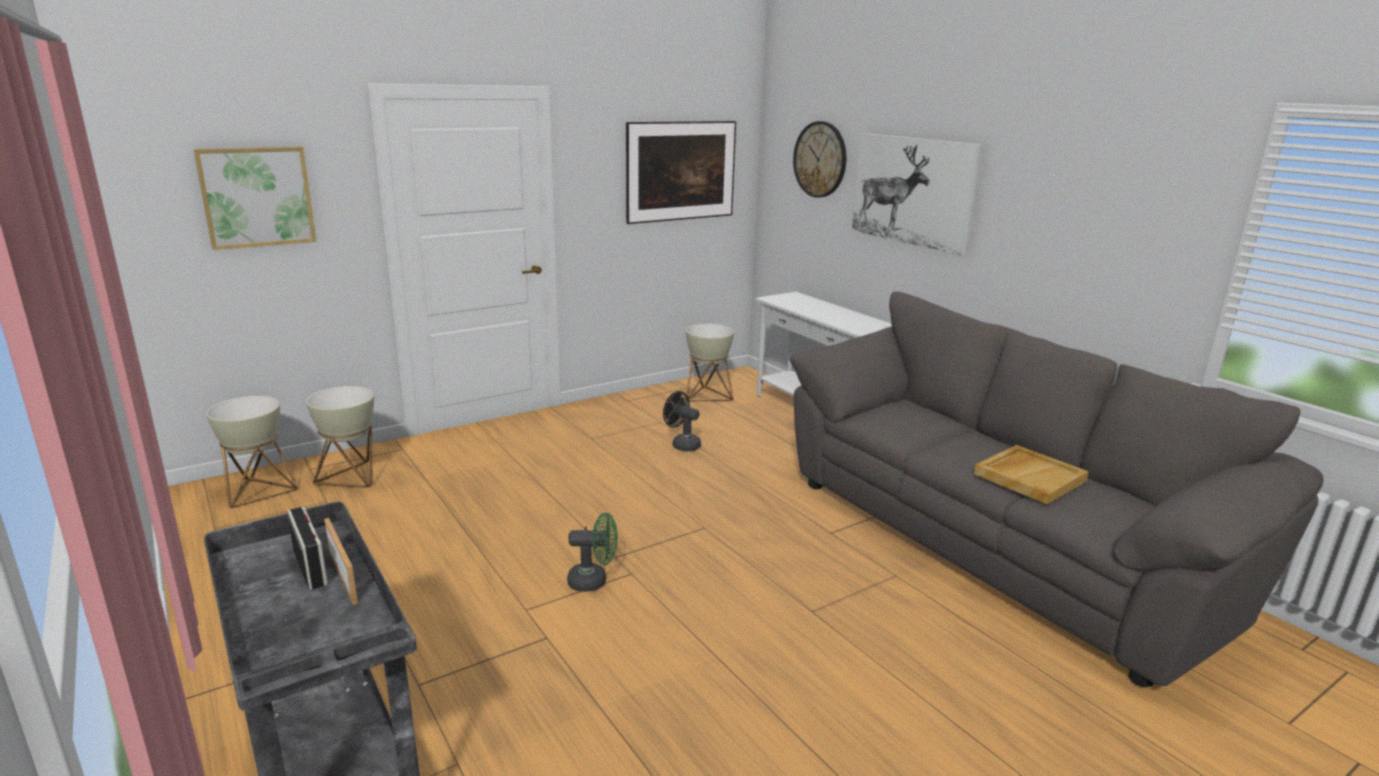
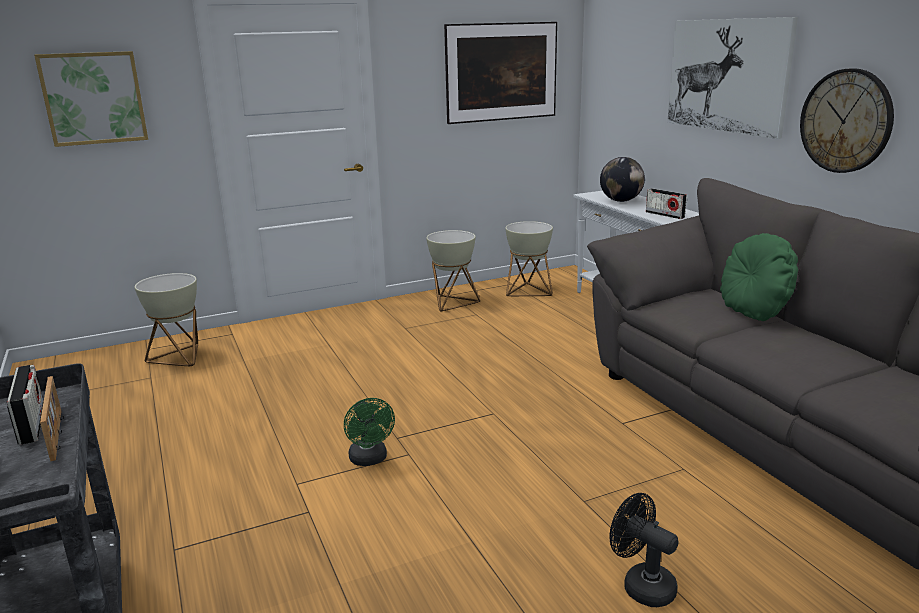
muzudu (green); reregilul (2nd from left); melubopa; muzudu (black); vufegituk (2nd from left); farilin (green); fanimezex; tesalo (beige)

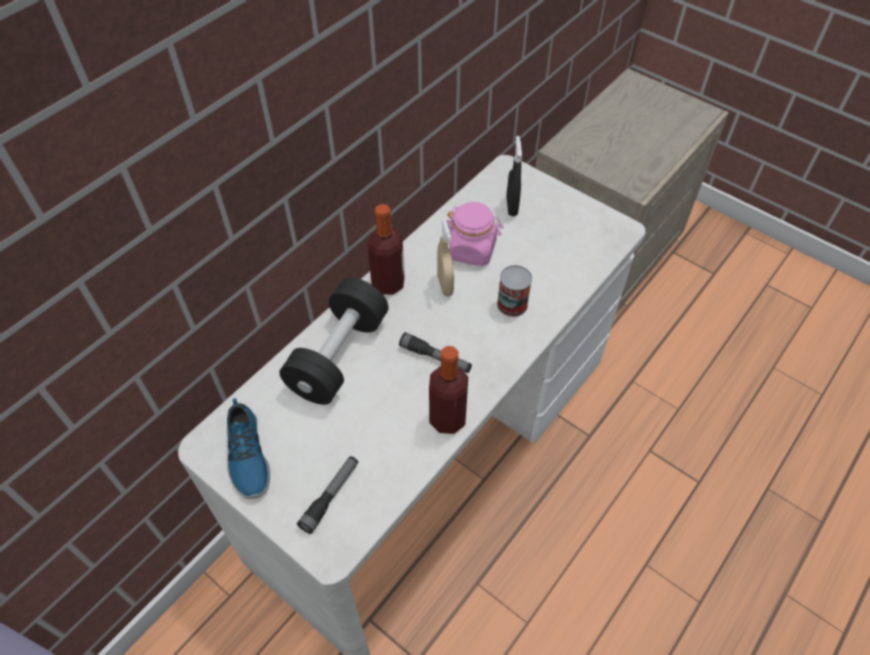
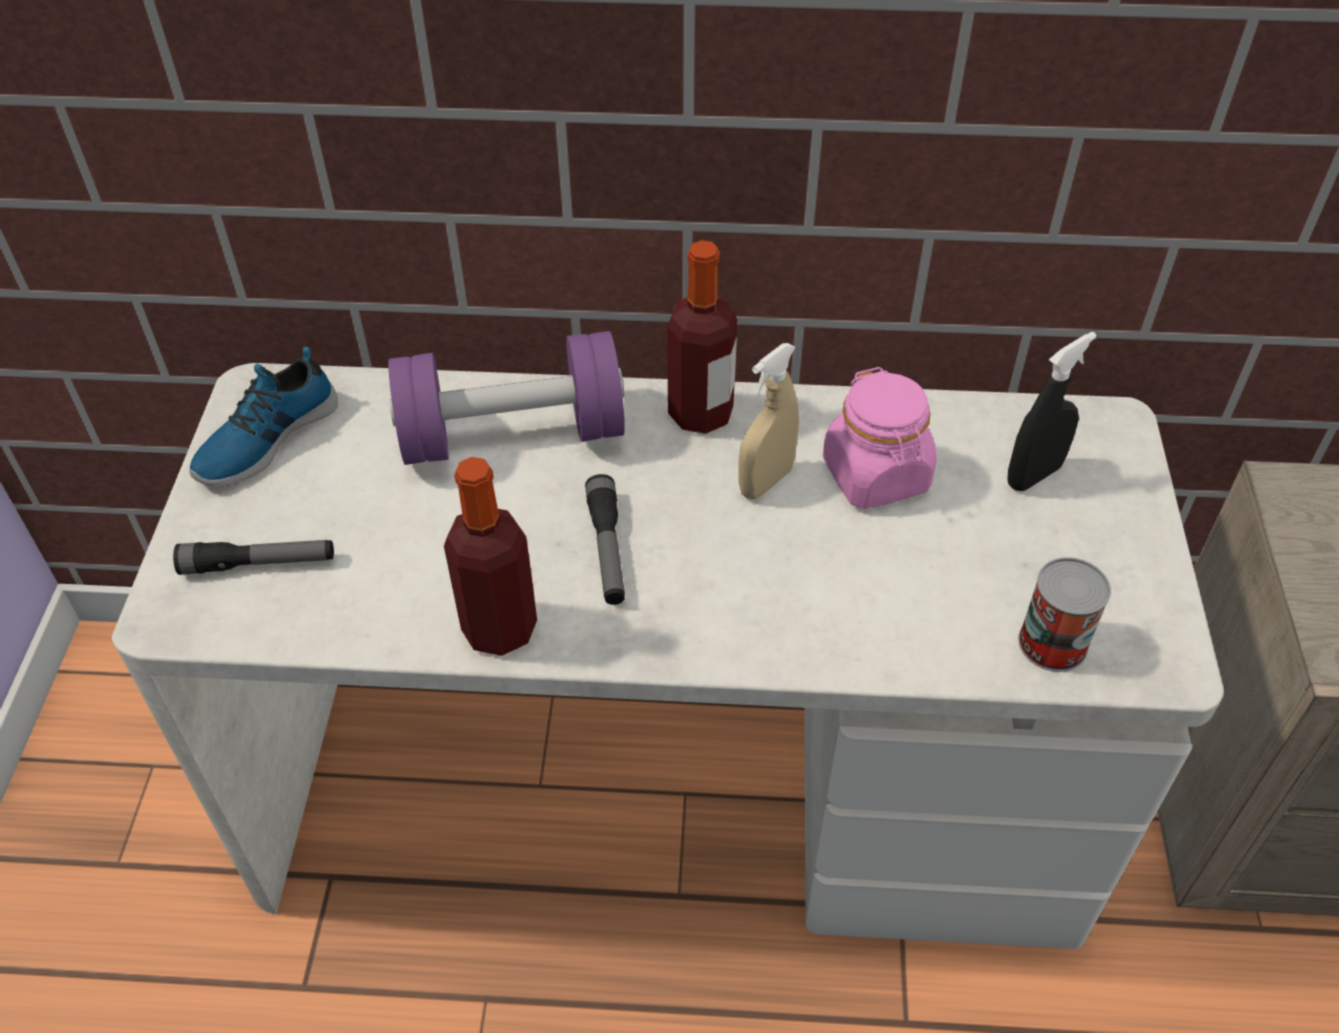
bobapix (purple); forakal

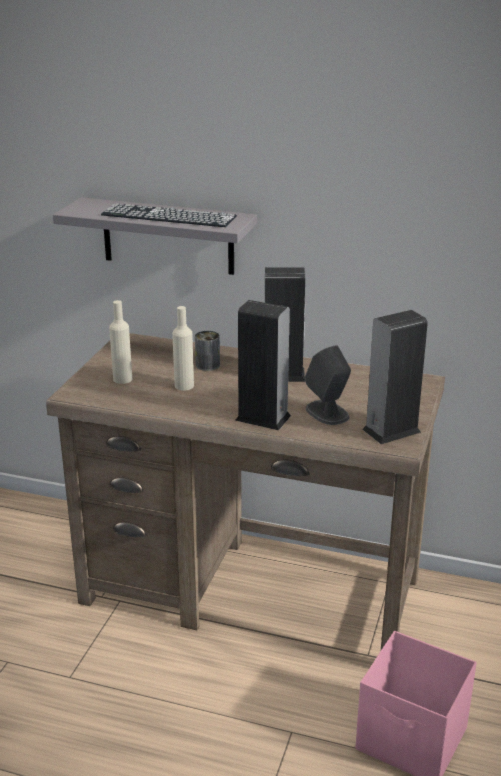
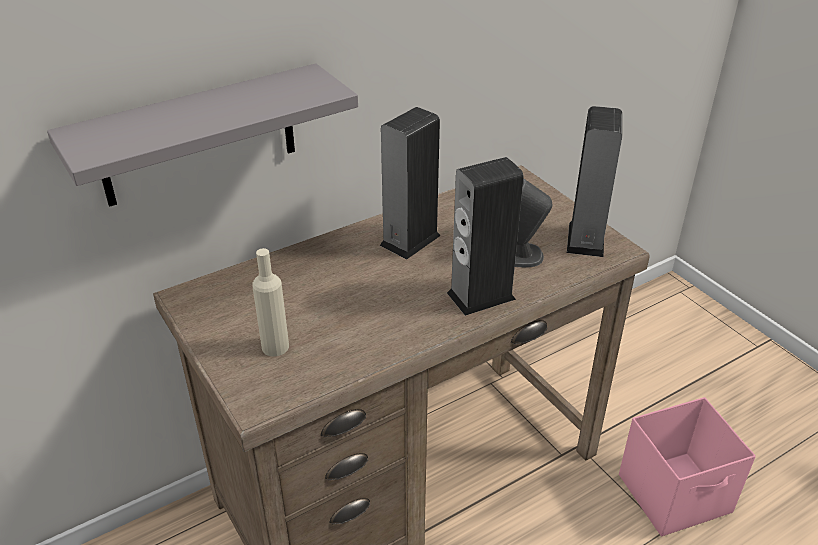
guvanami; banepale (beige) (2nd from left in the first image); forakal

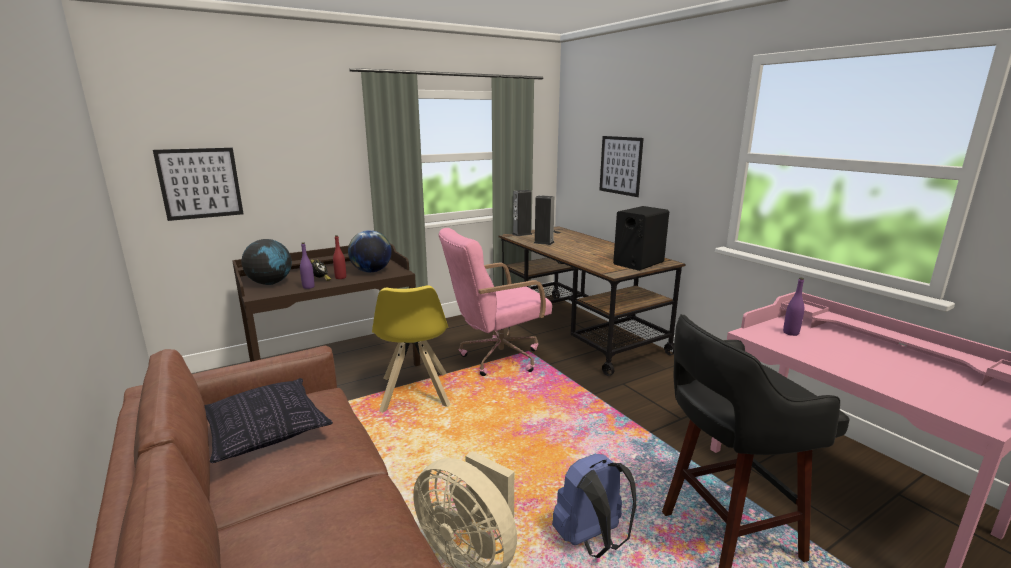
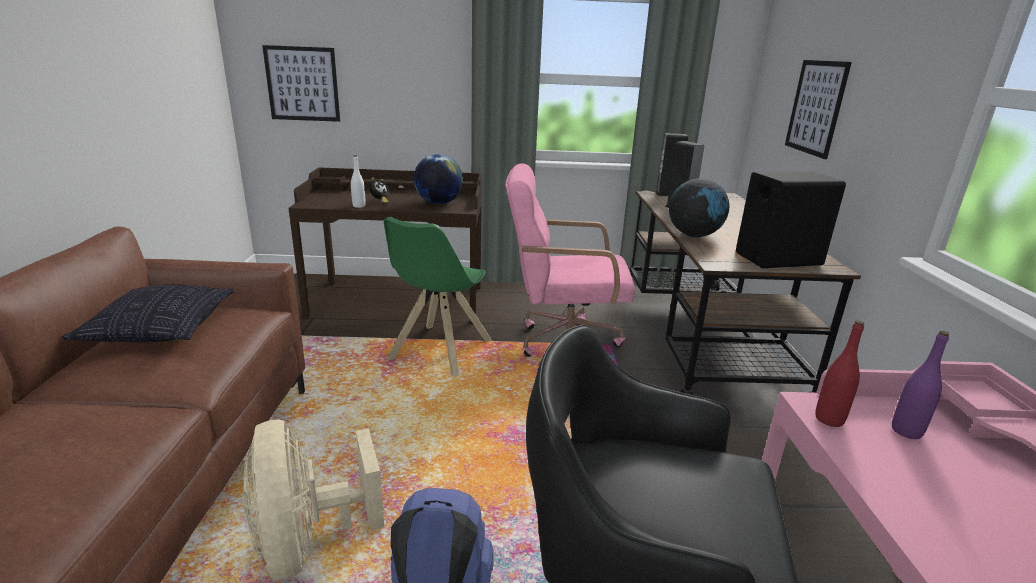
banepale (white); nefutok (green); melubopa (2nd from left); banepale (red)

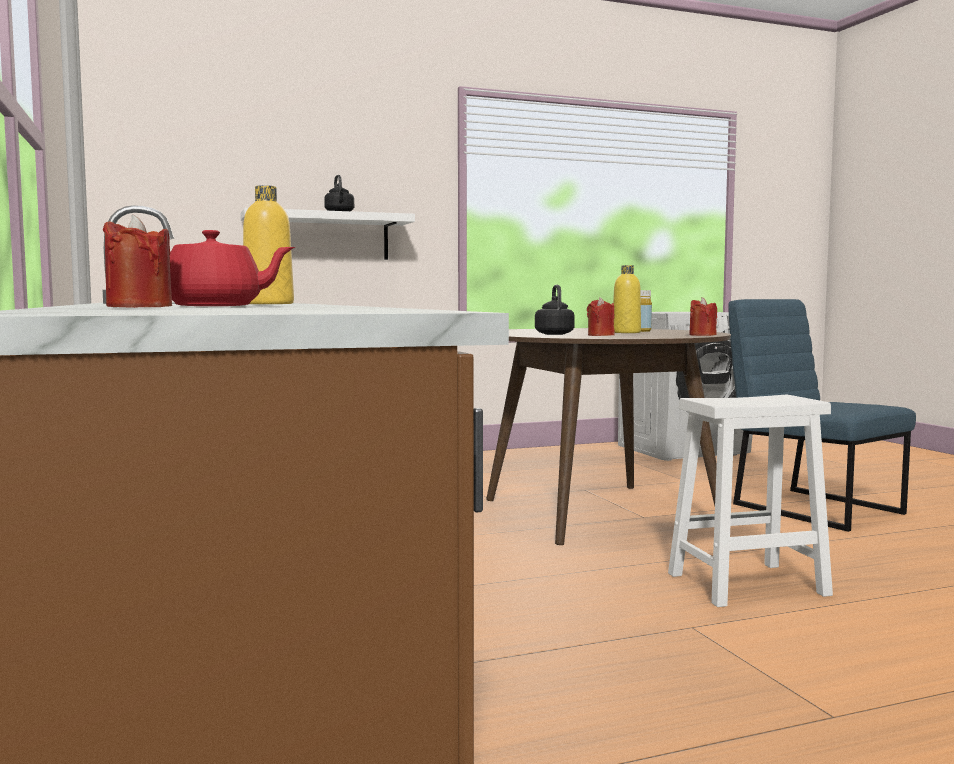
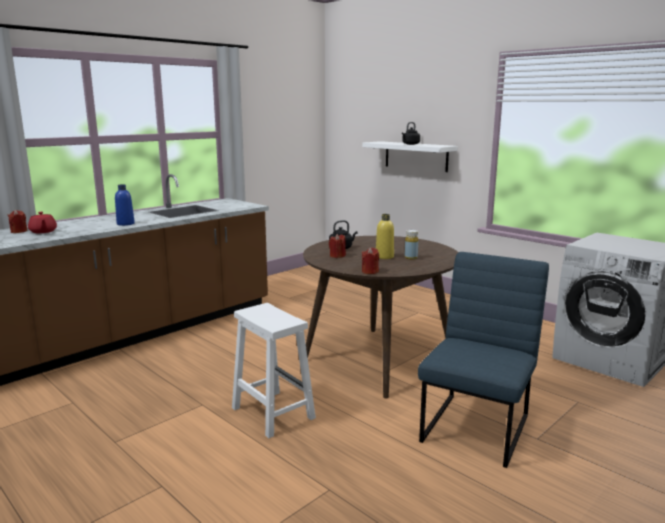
banepale (blue)

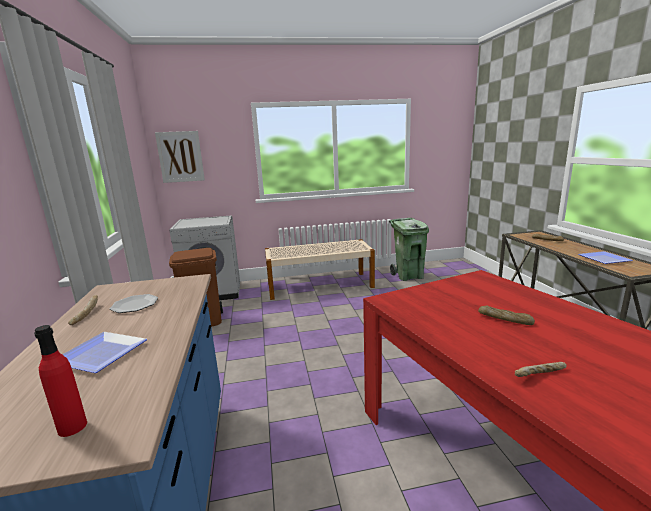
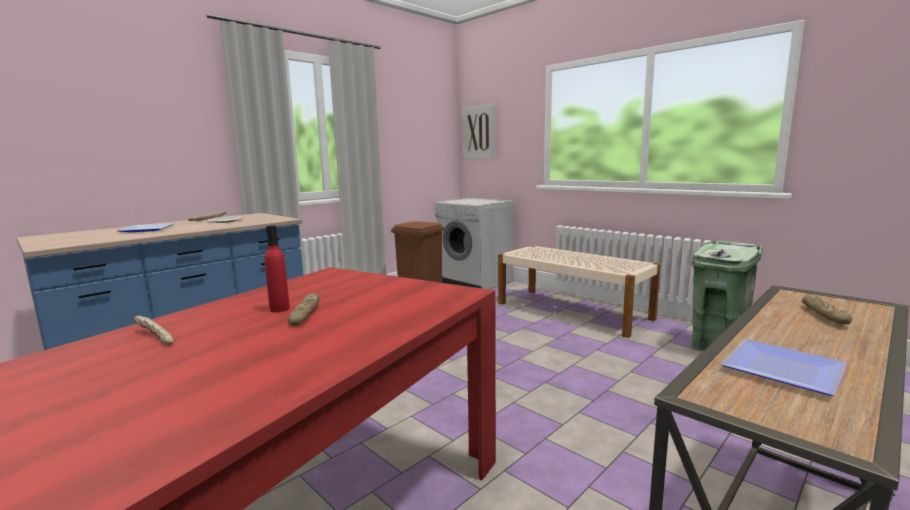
banepale (red)

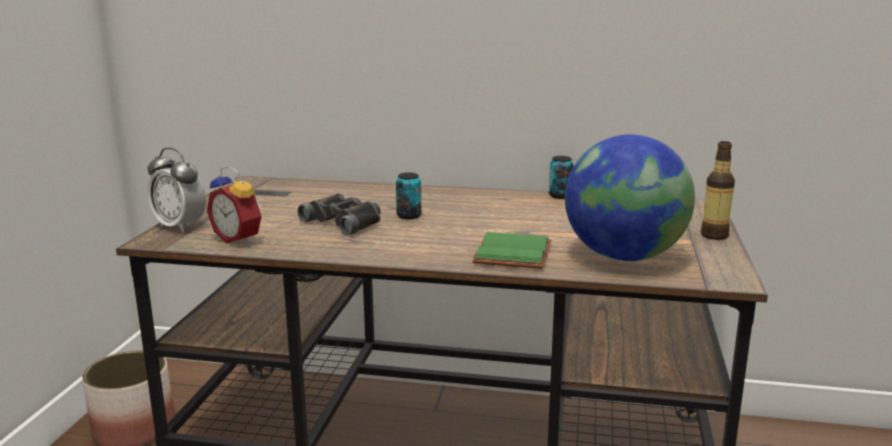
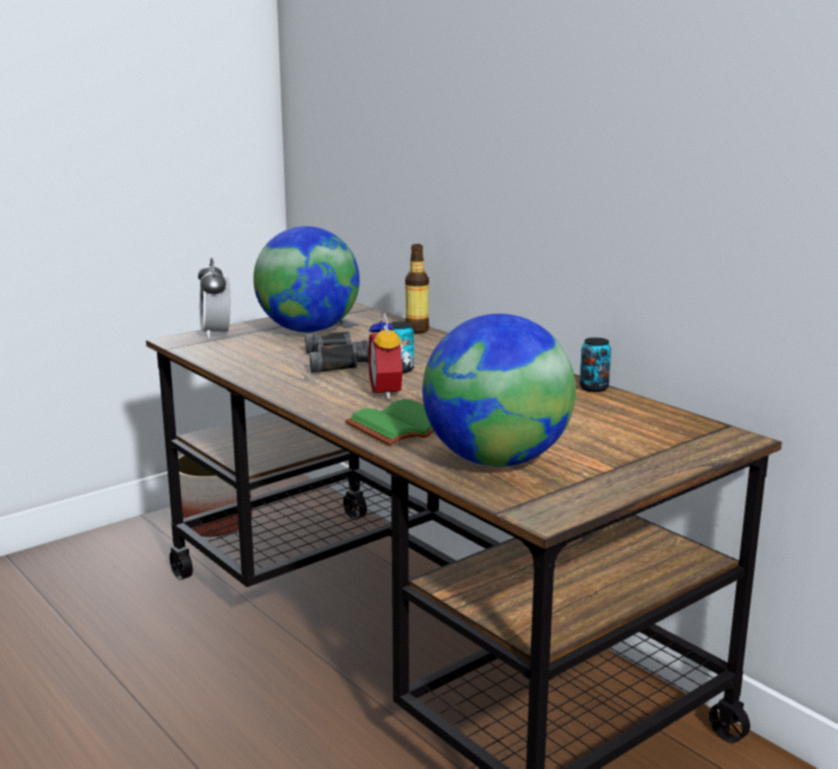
melubopa (1st from left); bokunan (2nd from left); banepale

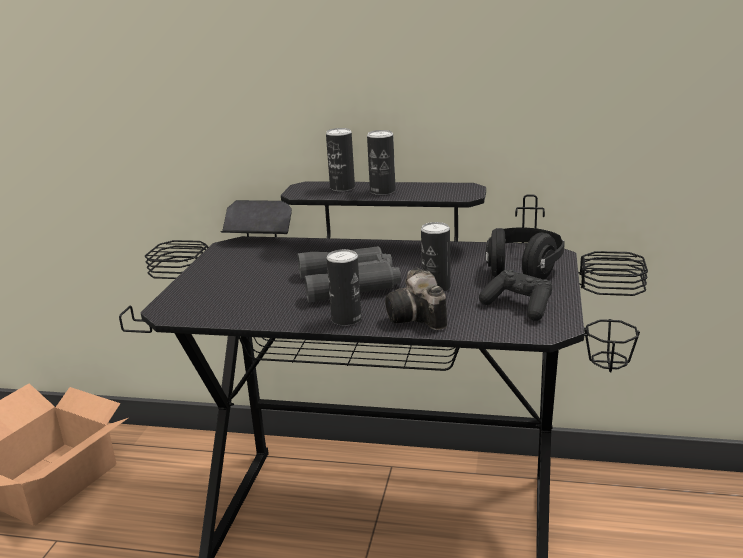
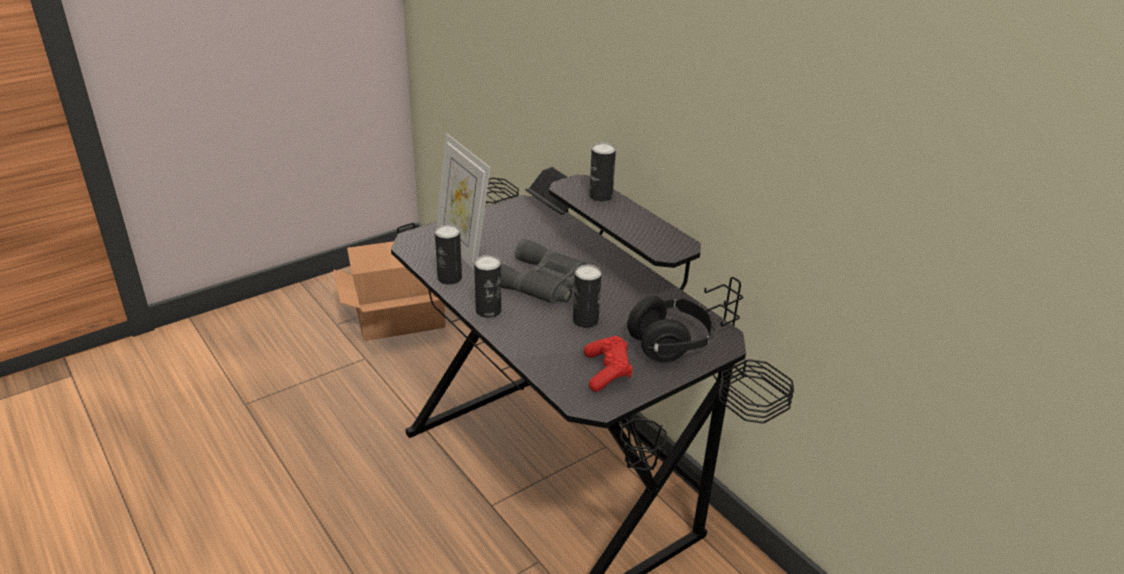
forakal (1st from left); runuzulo; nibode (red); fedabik

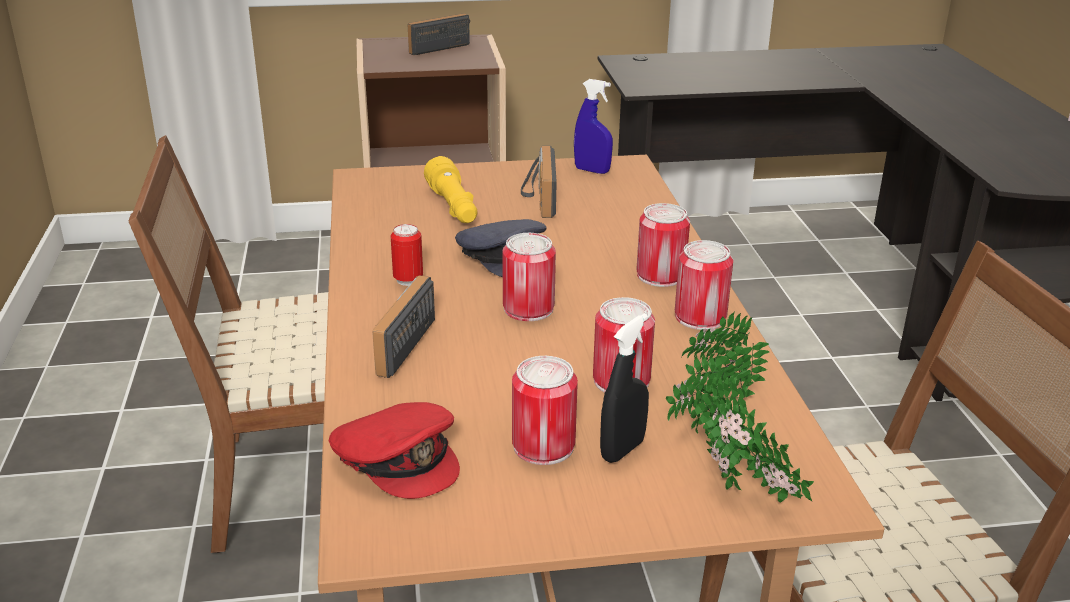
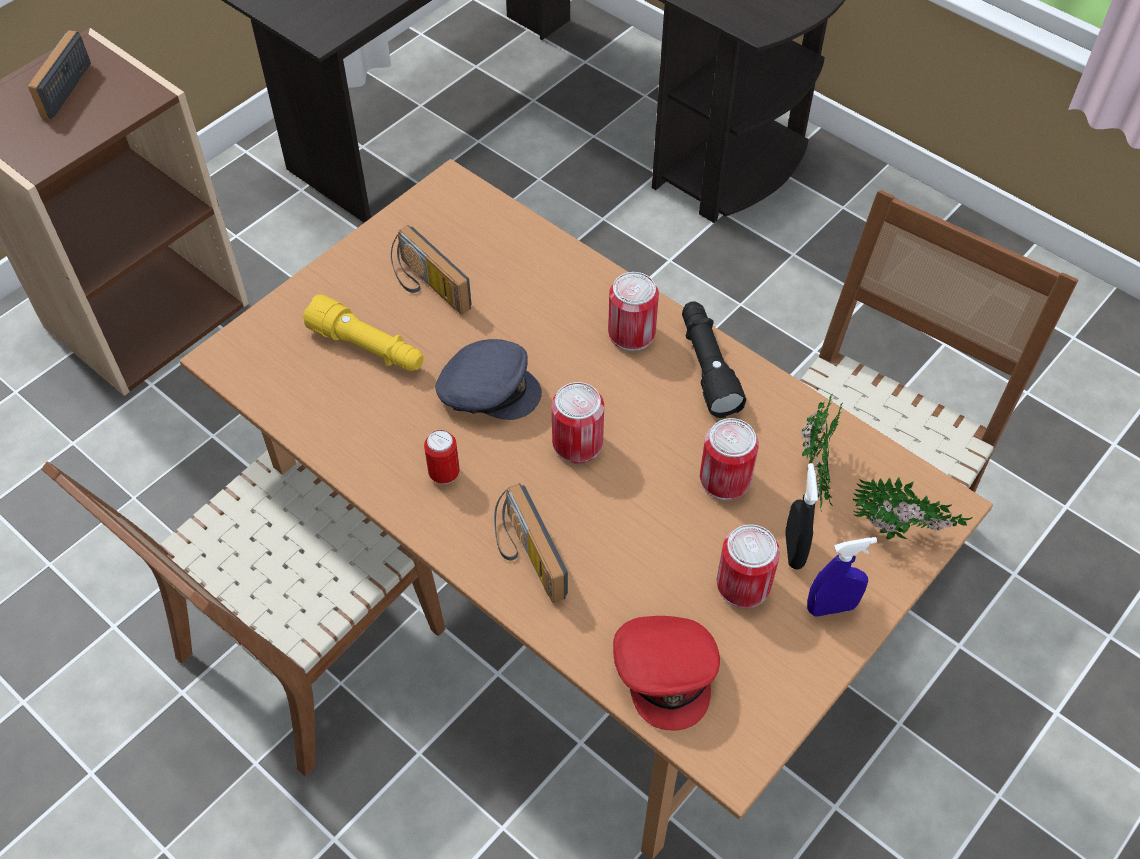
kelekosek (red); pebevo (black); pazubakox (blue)

